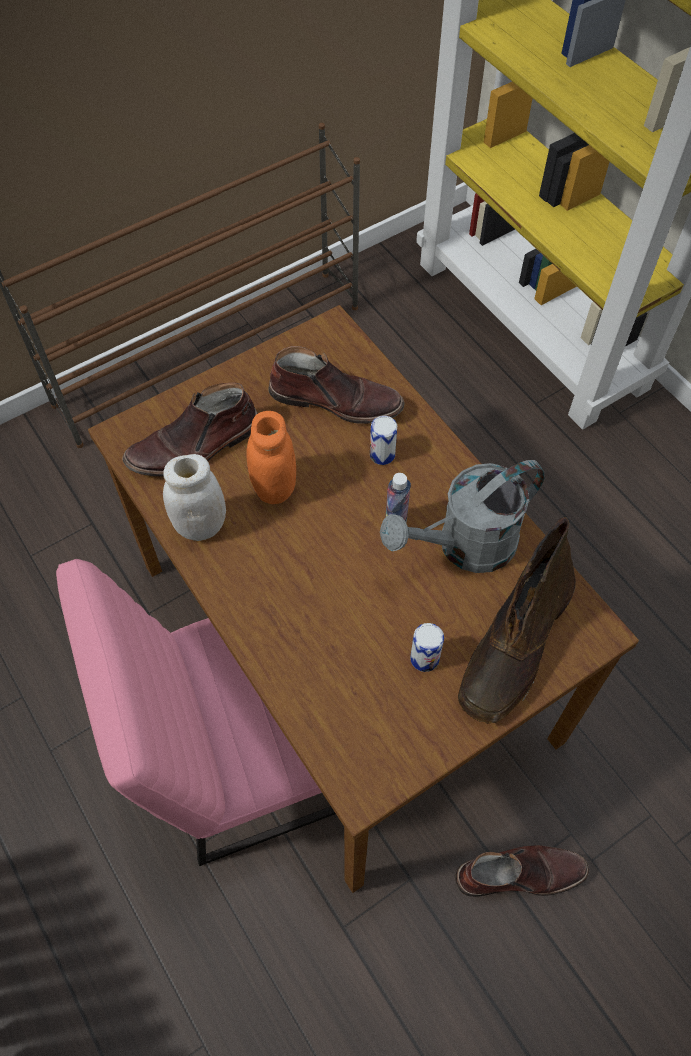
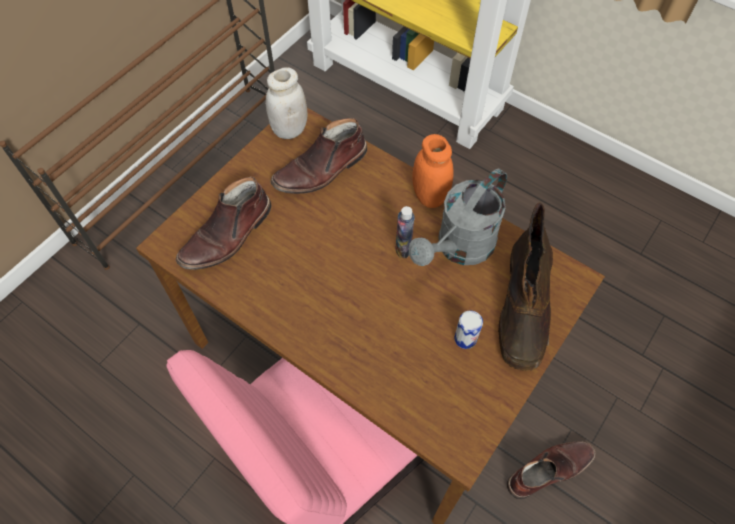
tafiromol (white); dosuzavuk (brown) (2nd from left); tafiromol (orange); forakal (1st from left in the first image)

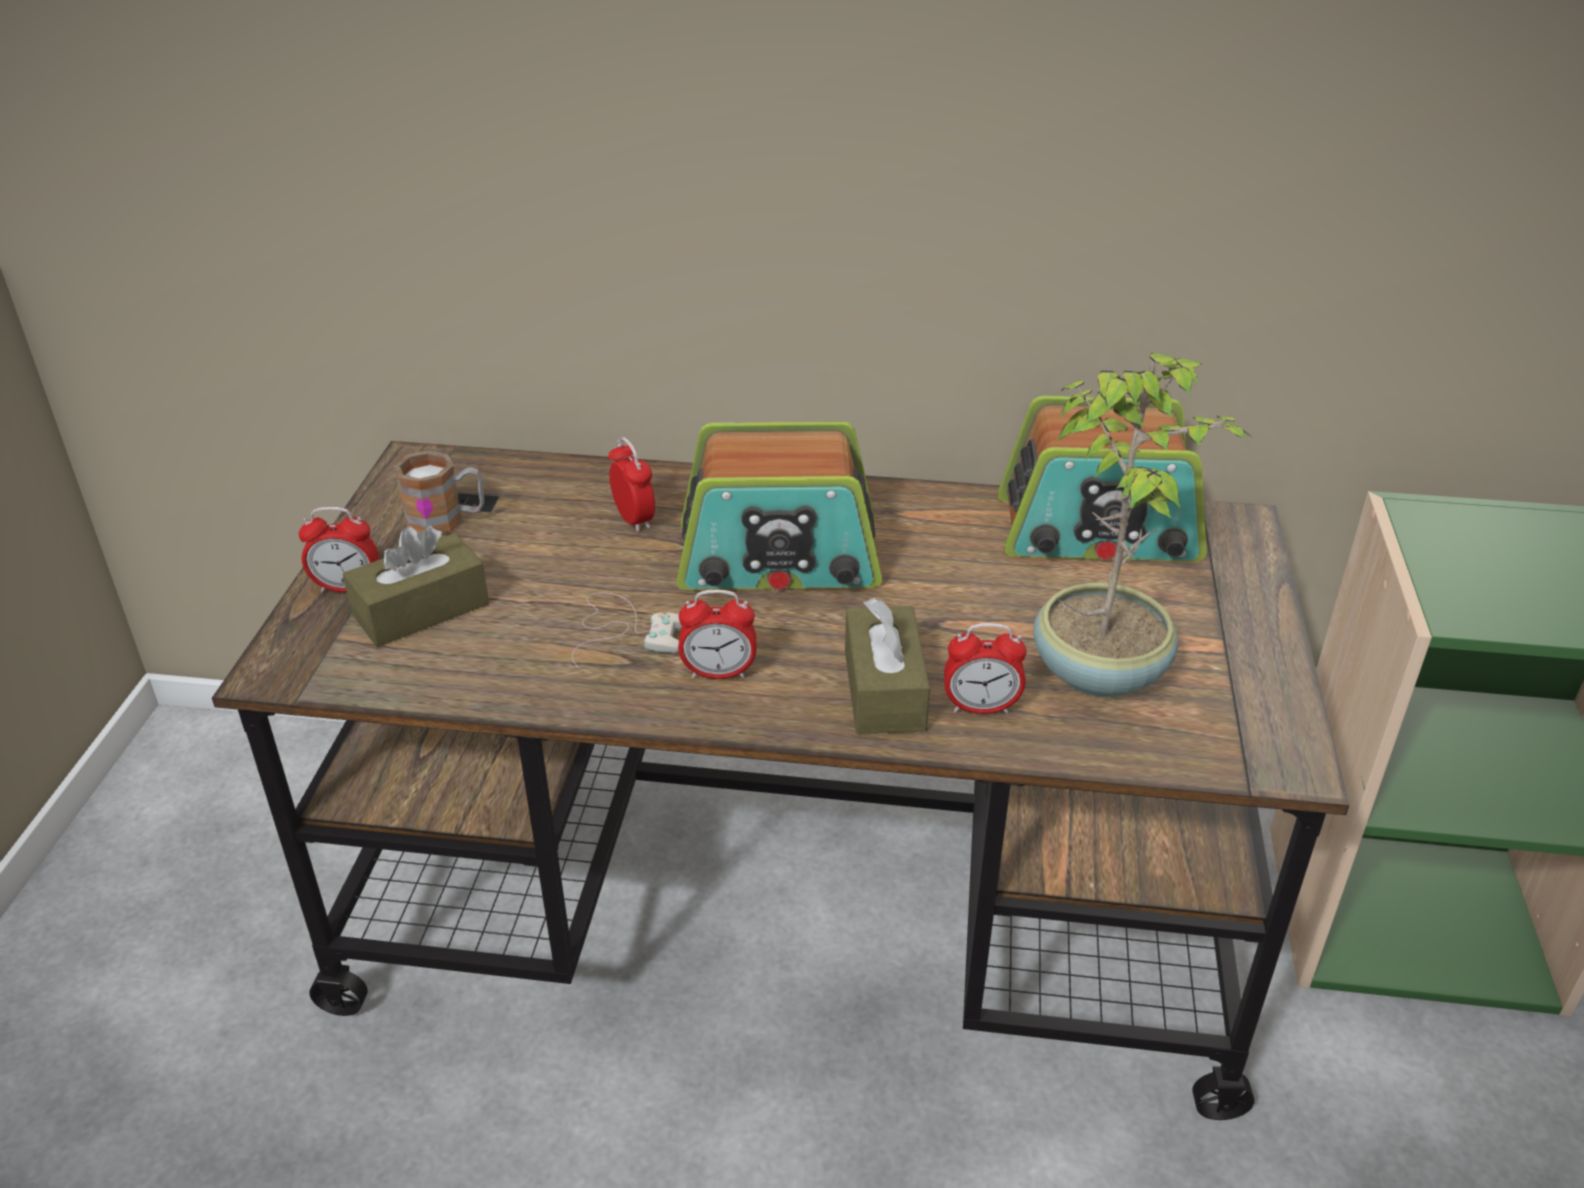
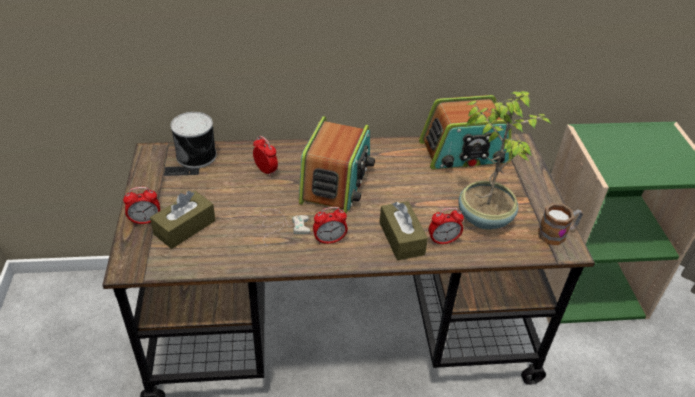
forakal; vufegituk (1st from left); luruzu

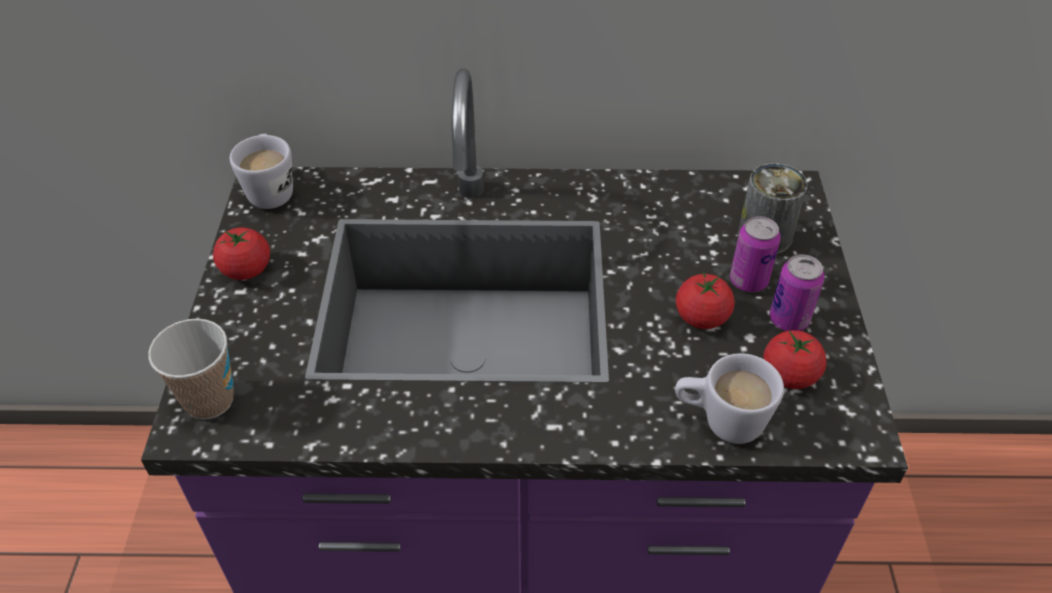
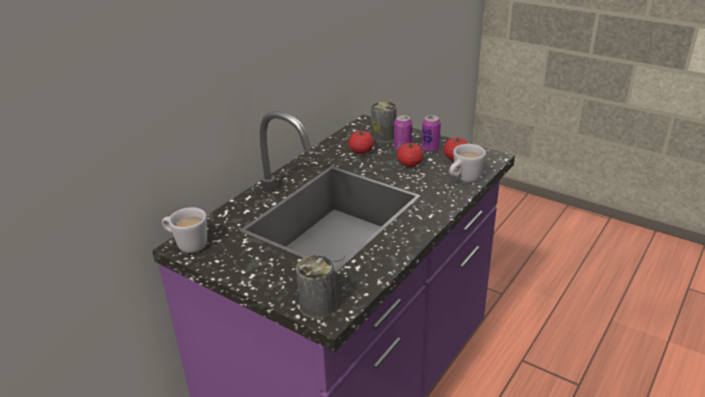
forakal (1st from left); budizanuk (1st from left)

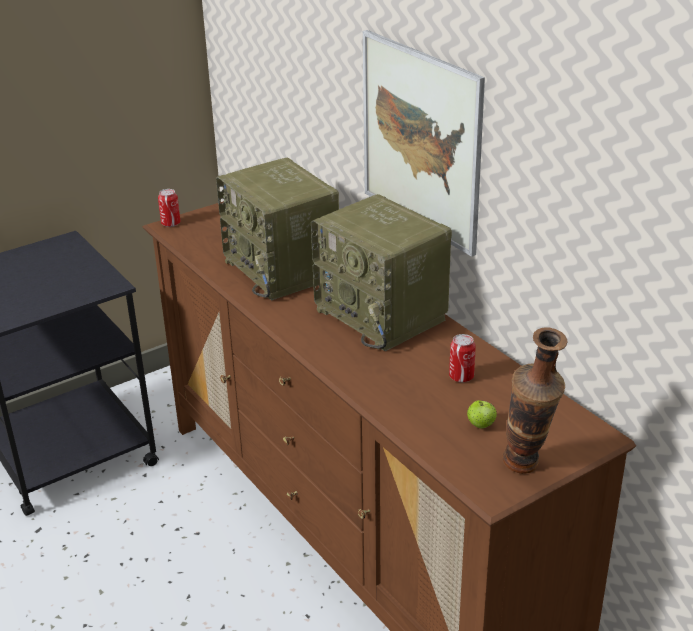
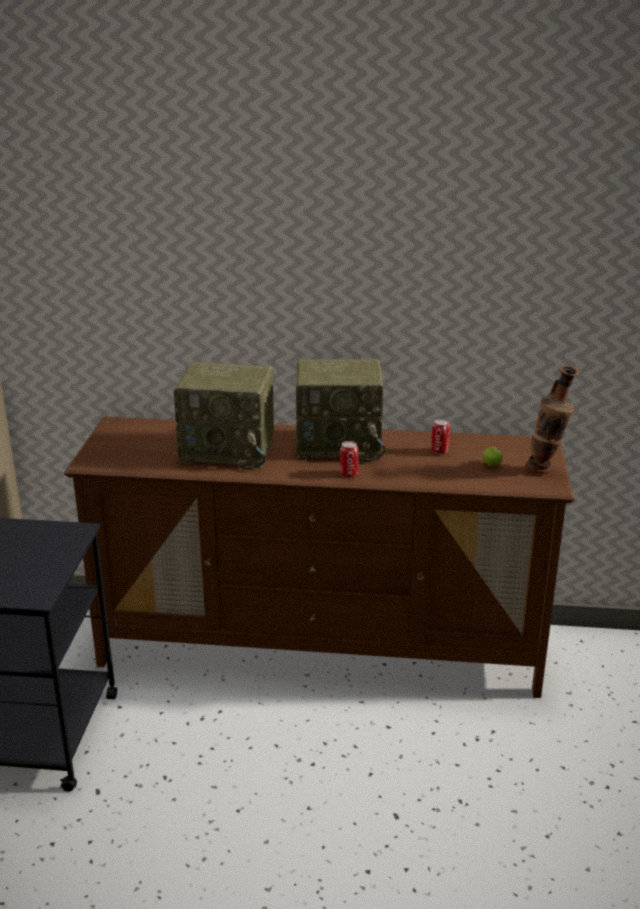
forakal (1st from left); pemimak

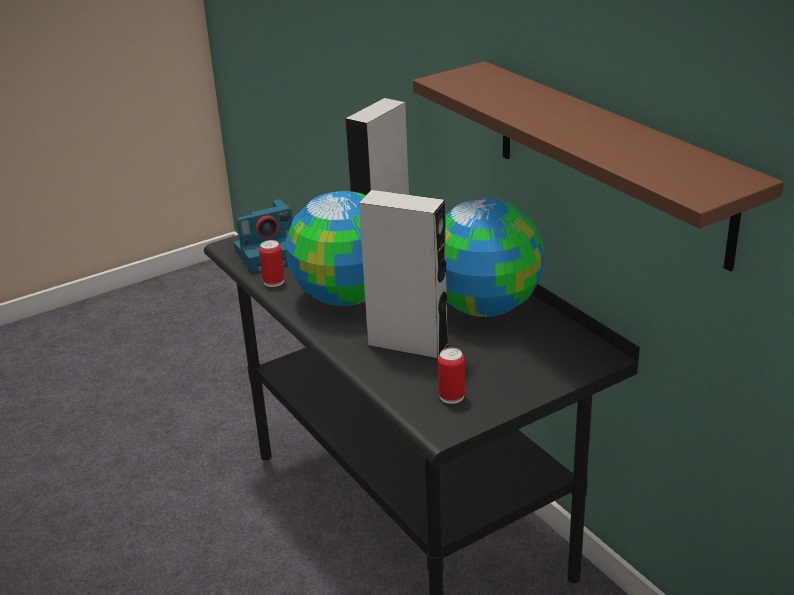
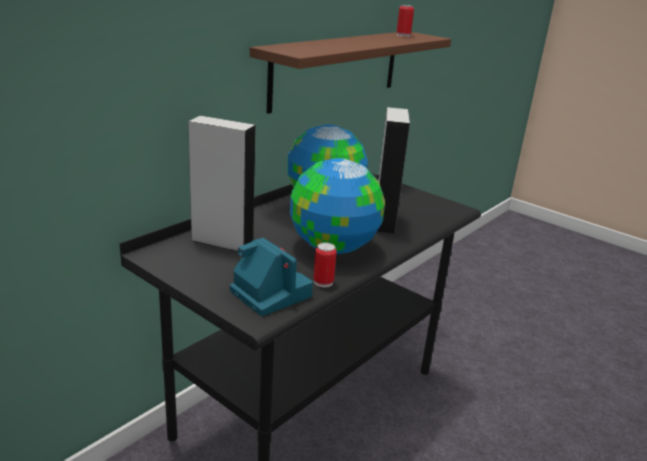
forakal (2nd from left)

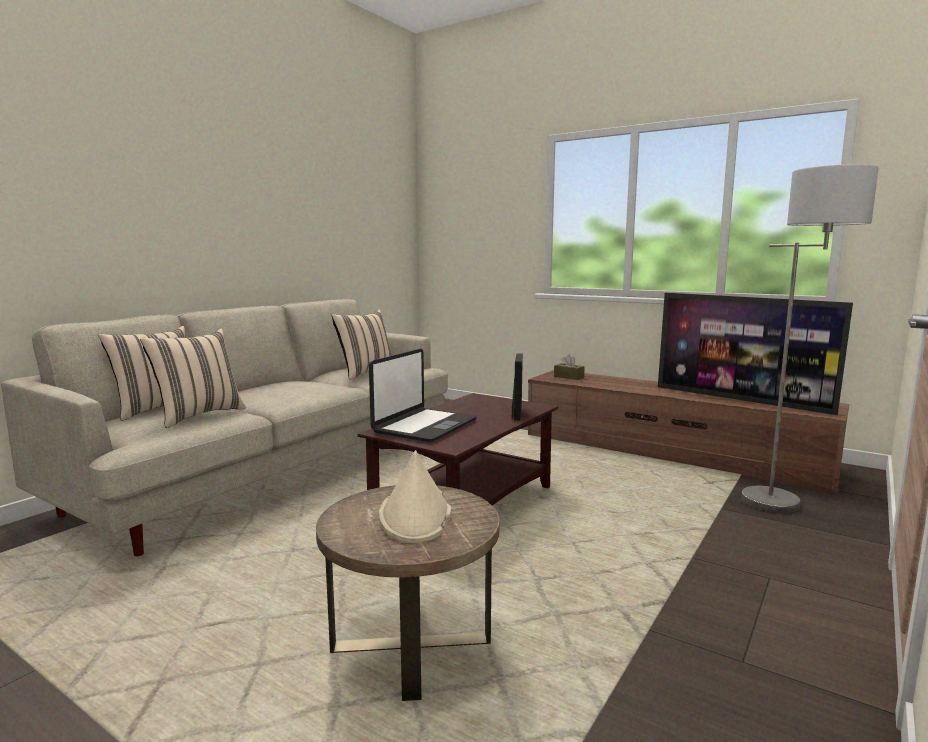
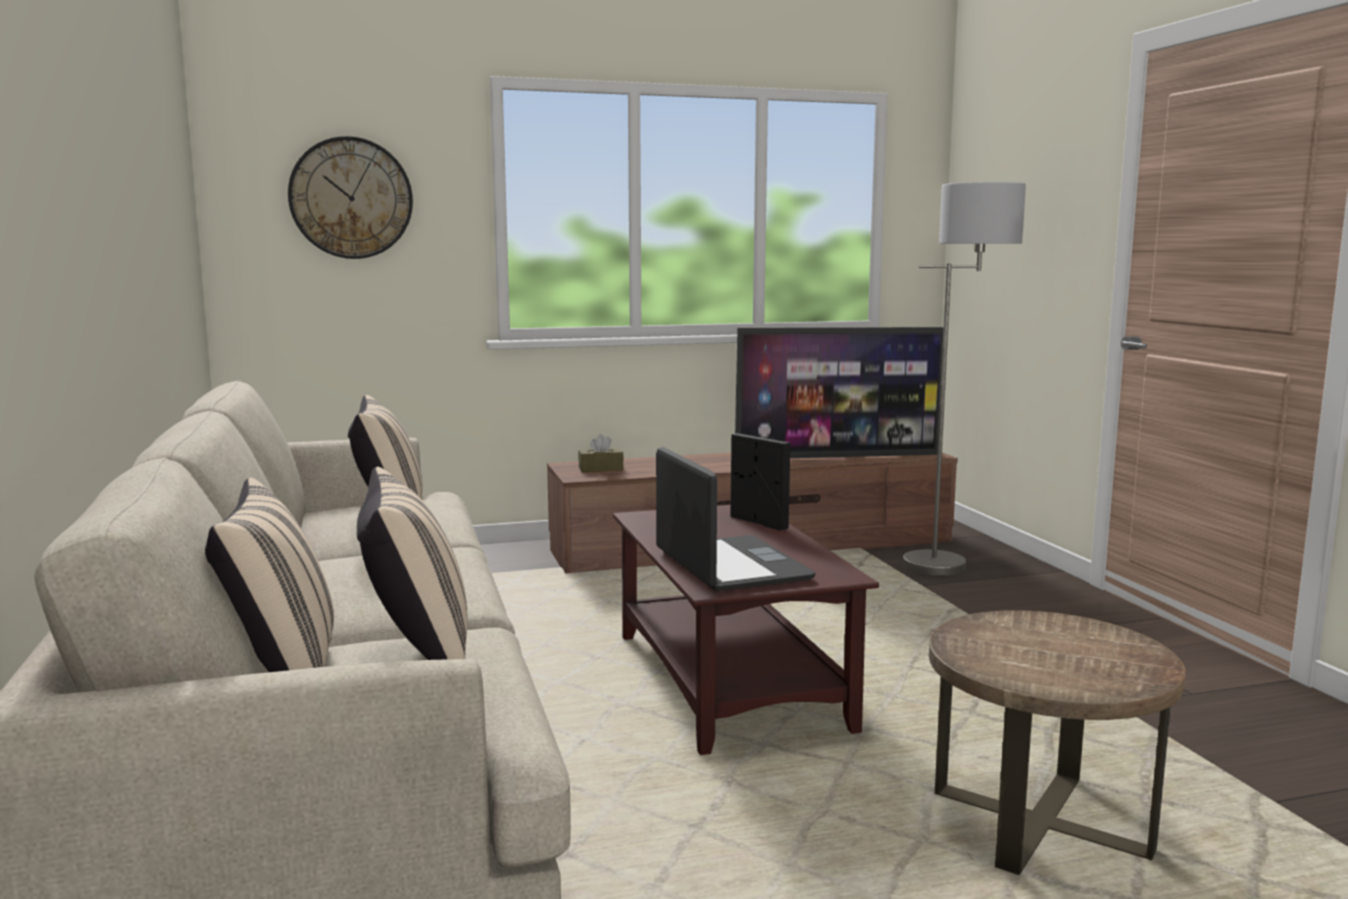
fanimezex; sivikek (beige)

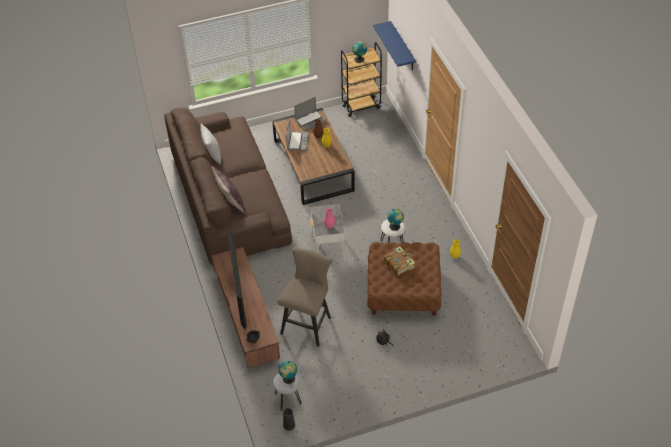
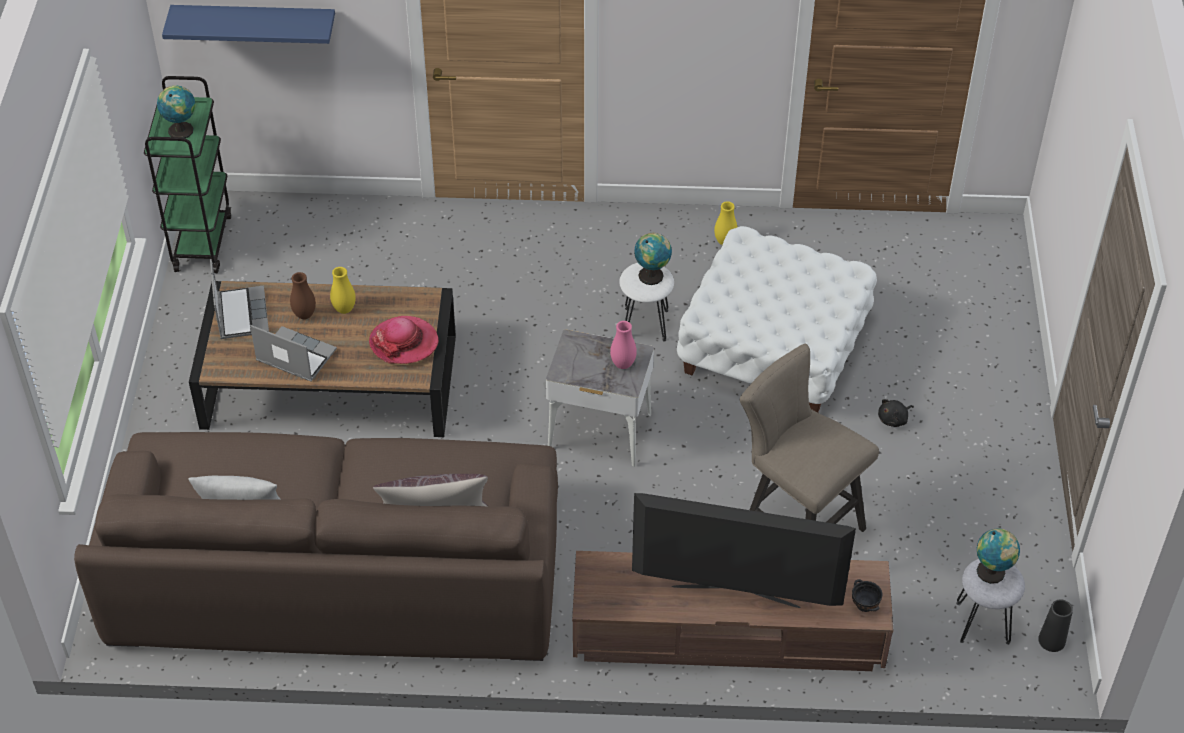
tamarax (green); sivikek; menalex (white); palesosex

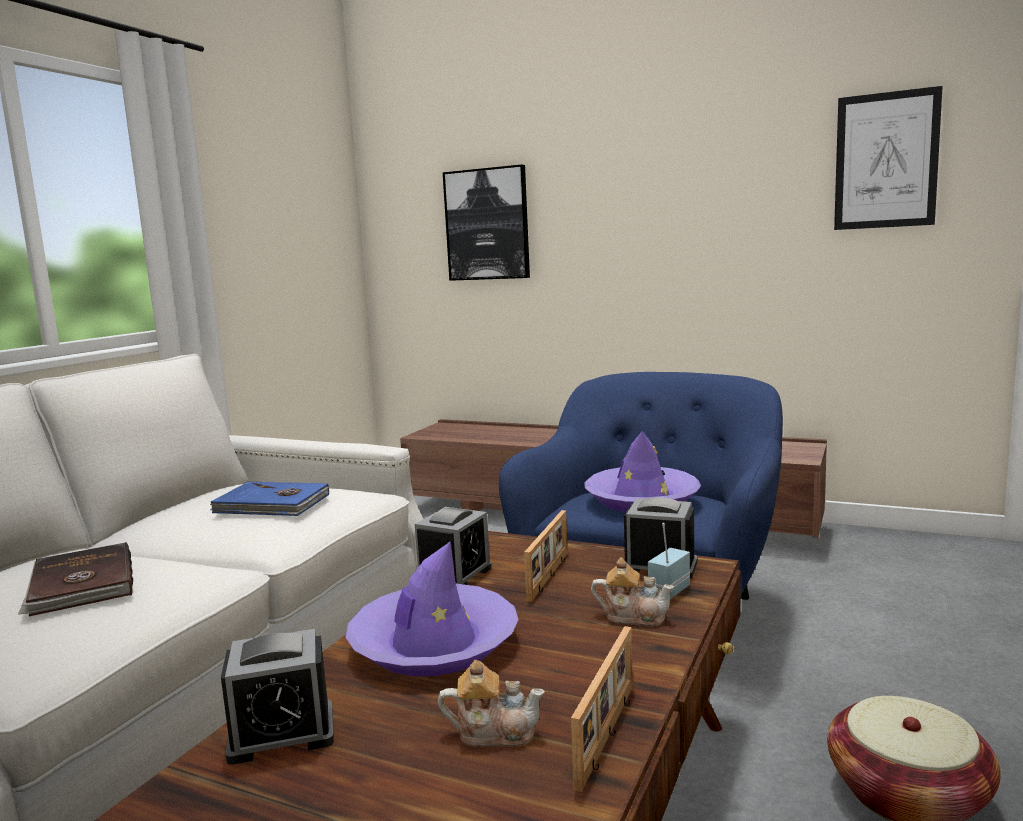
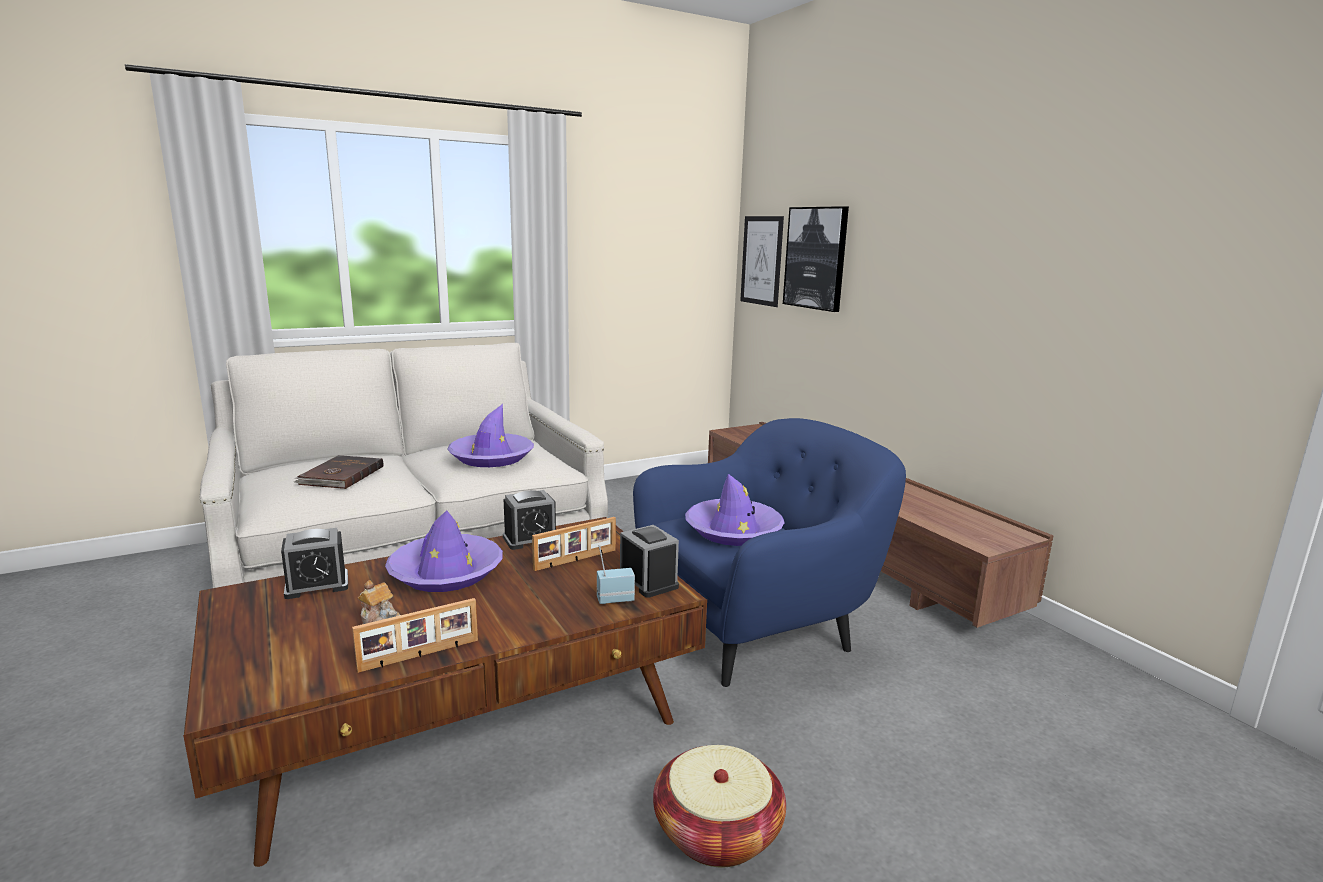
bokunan (1st from left); sivikek (purple) (2nd from left); pemimak (1st from left); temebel (2nd from left in the first image)

